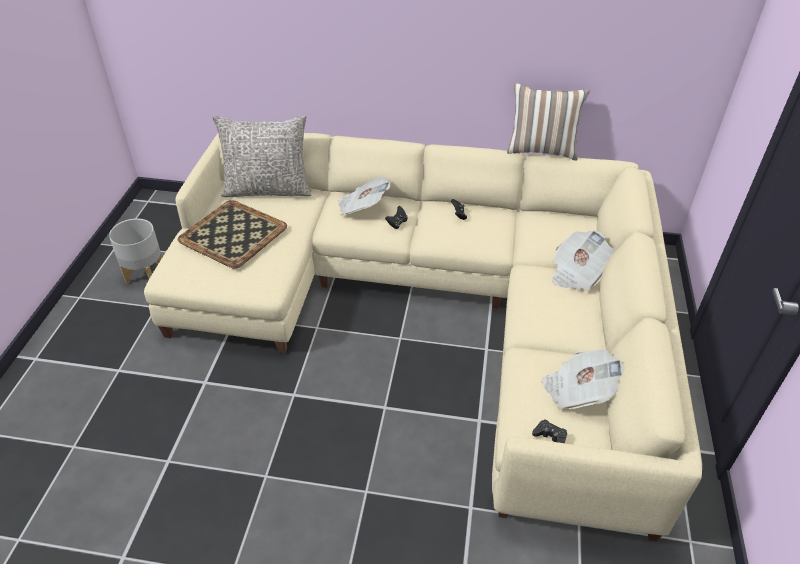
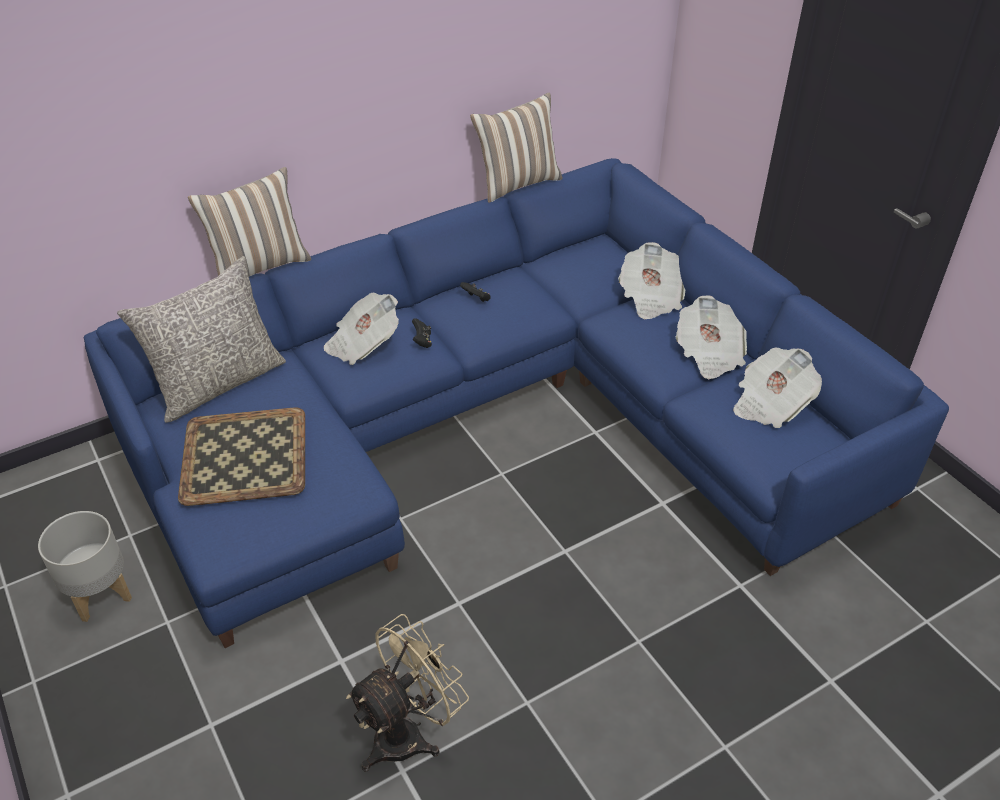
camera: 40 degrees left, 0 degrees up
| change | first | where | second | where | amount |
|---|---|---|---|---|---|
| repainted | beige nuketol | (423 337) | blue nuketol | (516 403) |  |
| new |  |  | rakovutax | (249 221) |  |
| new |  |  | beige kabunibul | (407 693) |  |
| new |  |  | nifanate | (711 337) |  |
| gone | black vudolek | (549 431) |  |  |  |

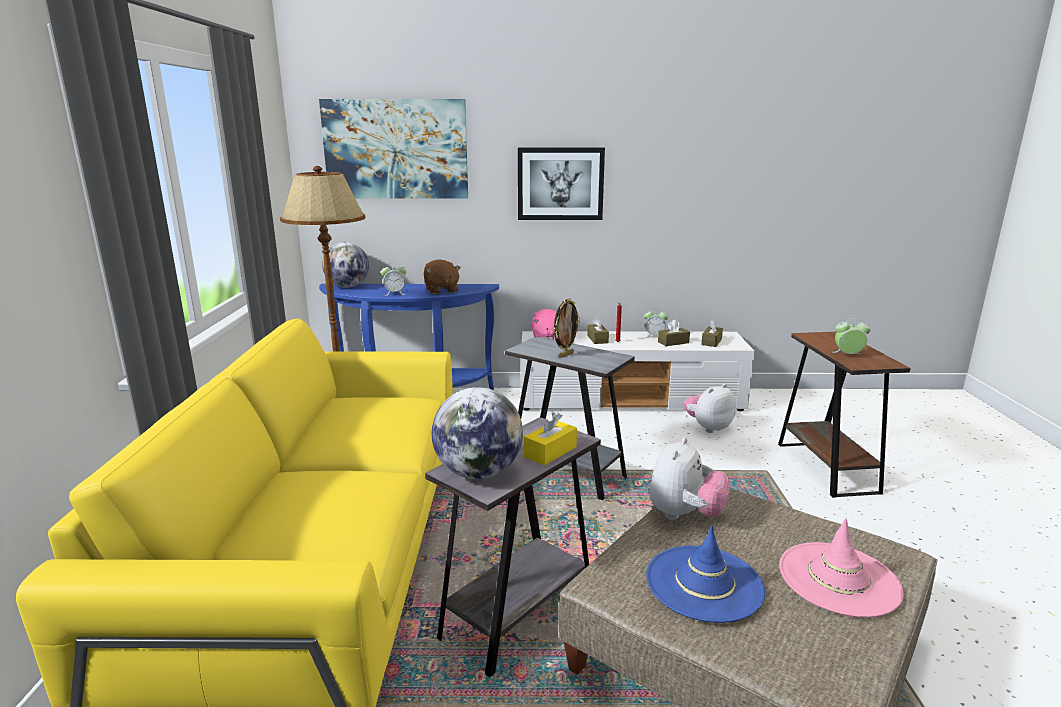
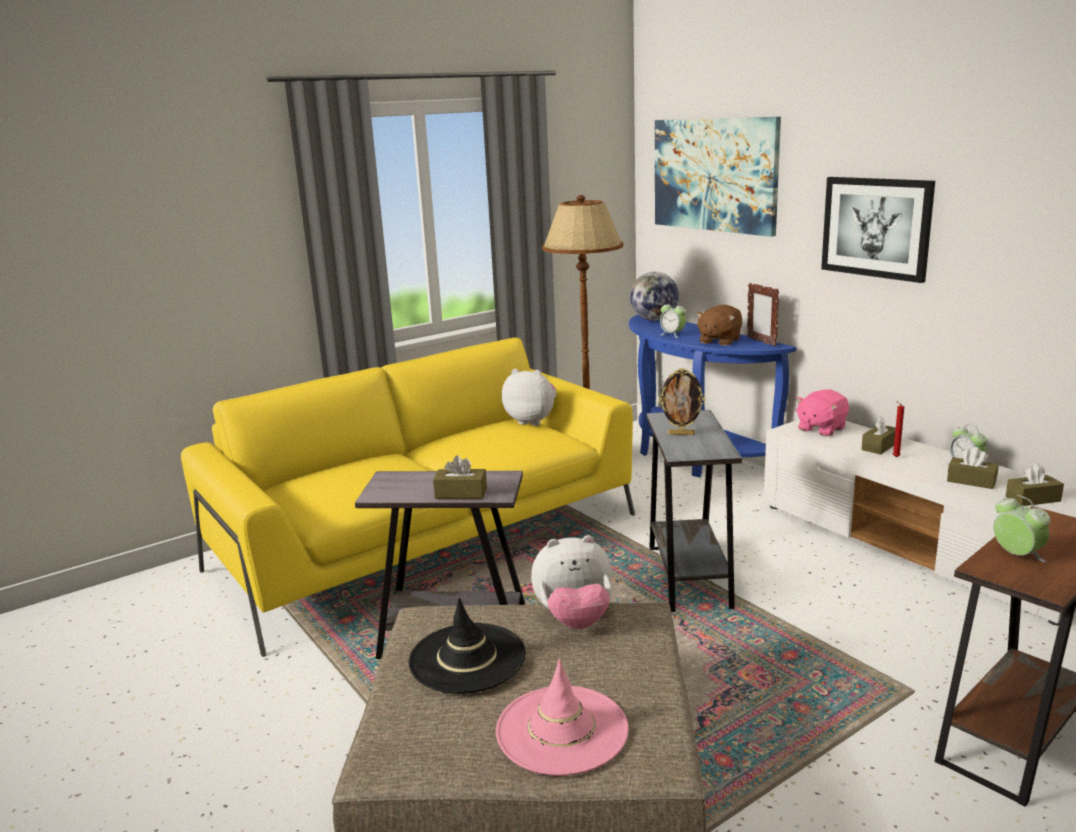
camera: 55 degrees right, 0 degrees up
| change | first | where | second | where | amount |
|---|---|---|---|---|---|
| repainted | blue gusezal | (705 574) | black gusezal | (467 646) |  |
| repainted | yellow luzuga | (550 438) | brown luzuga | (460 477) |  |
| shifted | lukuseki | (710 408) |  | (529 397) |  |
| new |  |  | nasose | (763 315) |  |
| gone | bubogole | (477 433) |  |  |  |

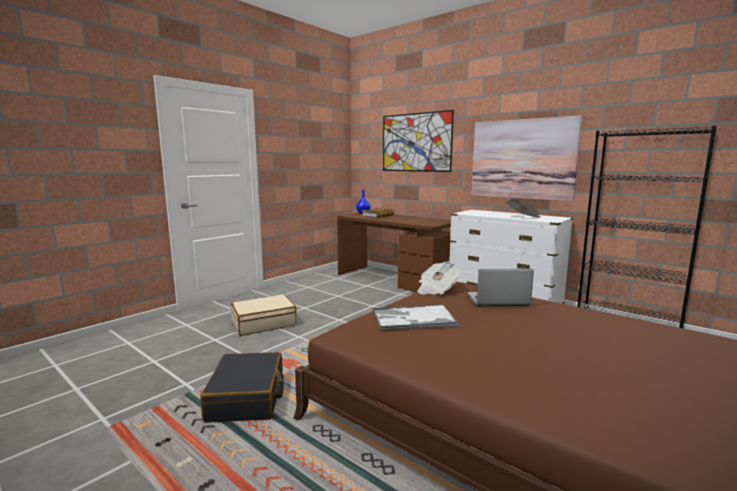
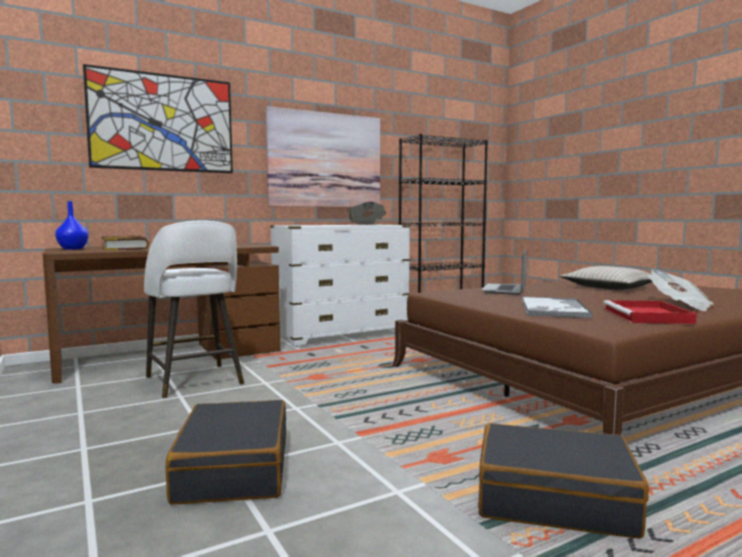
camera: 70 degrees left, 5 degrees down
| change | first | where | second | where | amount |
|---|---|---|---|---|---|
| new |  |  | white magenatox | (194 310) |  |
| repainted | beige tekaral | (263 315) | black tekaral | (225 452) |  |
| new |  |  | beige rakovutax | (606 278) |  |
| new |  |  | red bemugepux | (650 312) |  |
| shifted | nifanate | (439 278) |  | (681 290) |  |

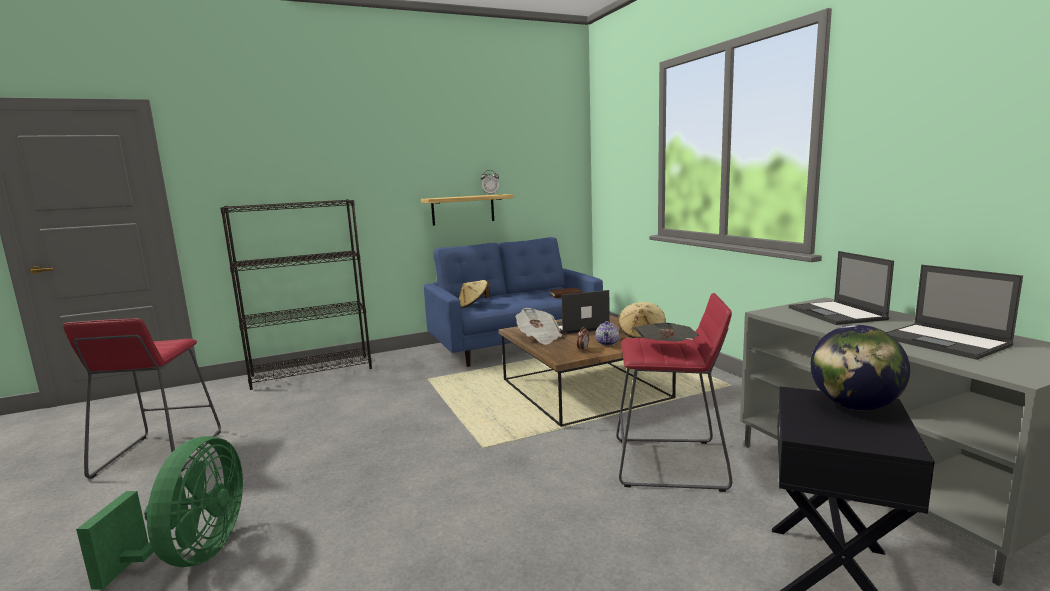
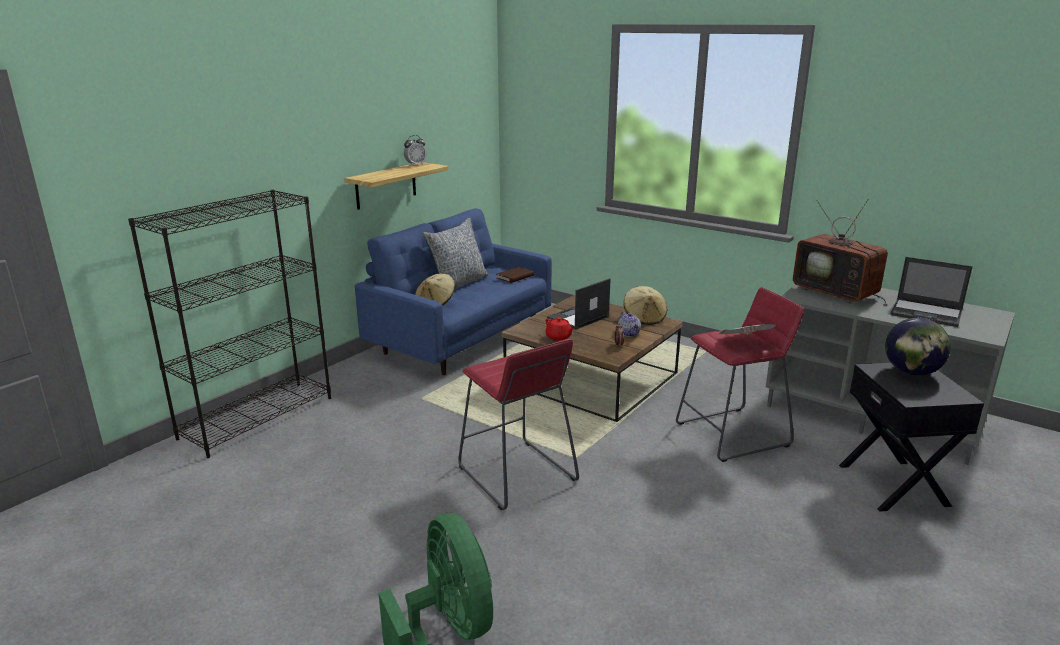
camera: 30 degrees left, 10 degrees up
| change | first | where | second | where | amount |
|---|---|---|---|---|---|
| new |  |  | rakovutax | (455 253) |  |
| shifted | red magenatox | (142 398) |  | (518 424) |  |
| swapped | nifanate | (538 326) | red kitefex | (560 329) |  |
| swapped | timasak | (841 288) | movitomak | (840 252) |  |

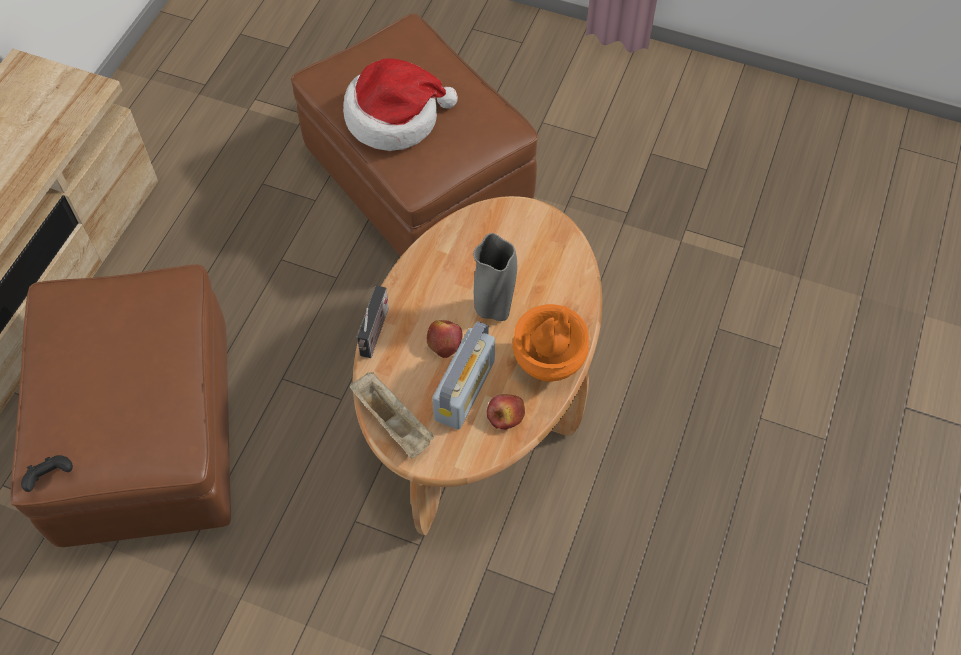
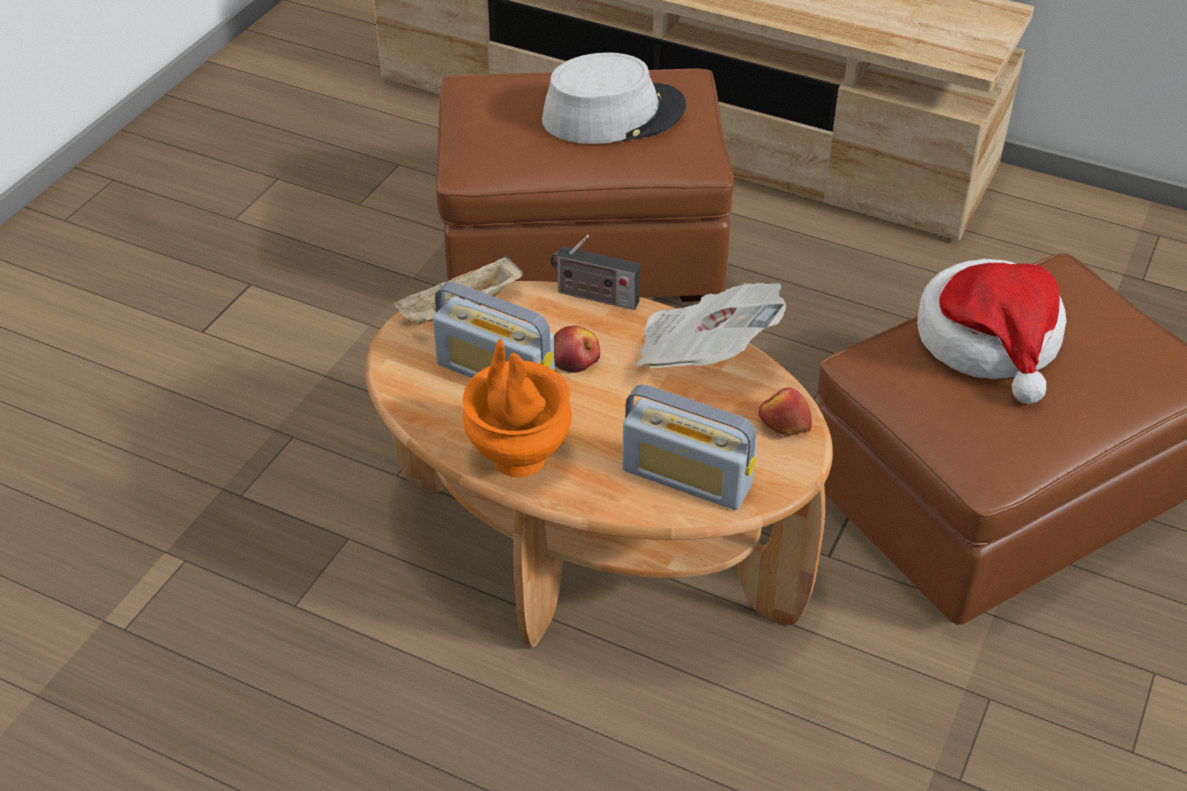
camera: 95 degrees right, 15 degrees down
| change | first | where | second | where | amount |
|---|---|---|---|---|---|
| new |  |  | grey gusezal | (614 98) |  |
| new |  |  | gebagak | (689 447) |  |
| new |  |  | nifanate | (711 325) |  |
| shifted | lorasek | (506 412) |  | (785 411) |  |
| gone | black vudolek | (47 473) |  |  |  |
| gone | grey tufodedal | (495 277) |  |  |  |

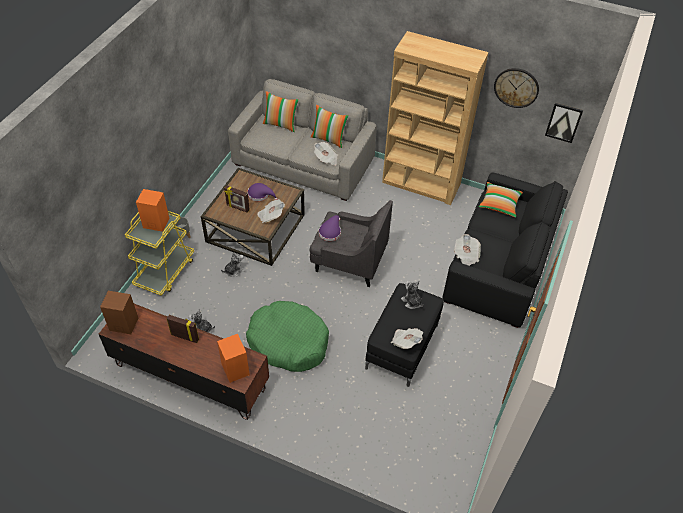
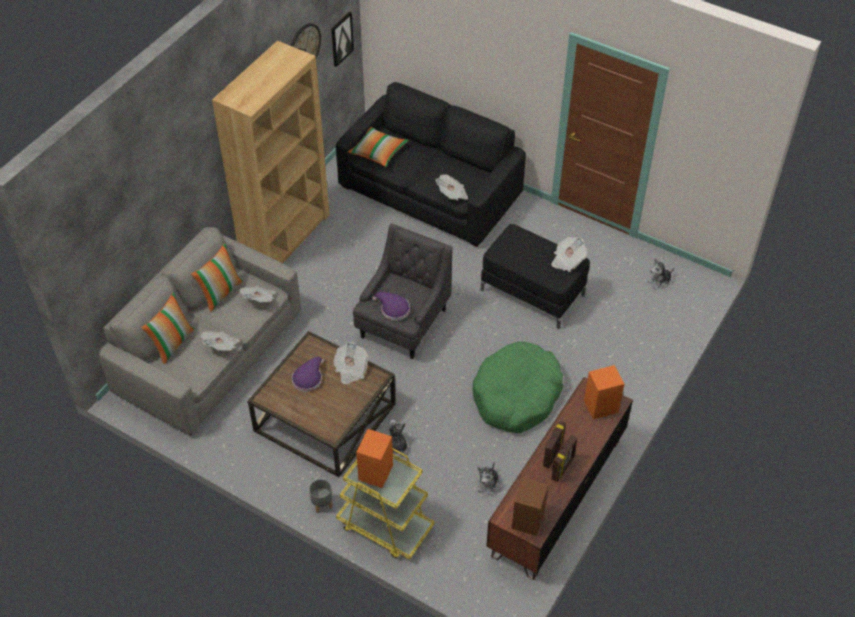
camera: 80 degrees left, 0 degrees up
| change | first | where | second | where | amount |
|---|---|---|---|---|---|
| new |  |  | nifanate | (220 341) |  |
| shifted | nasose | (237 199) |  | (564 458) |  |
| shifted | lukuseki | (412 295) |  | (660 274) |  |

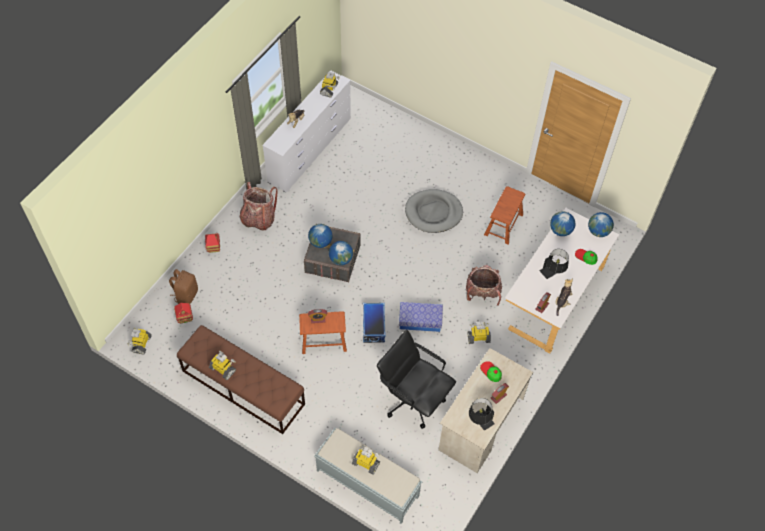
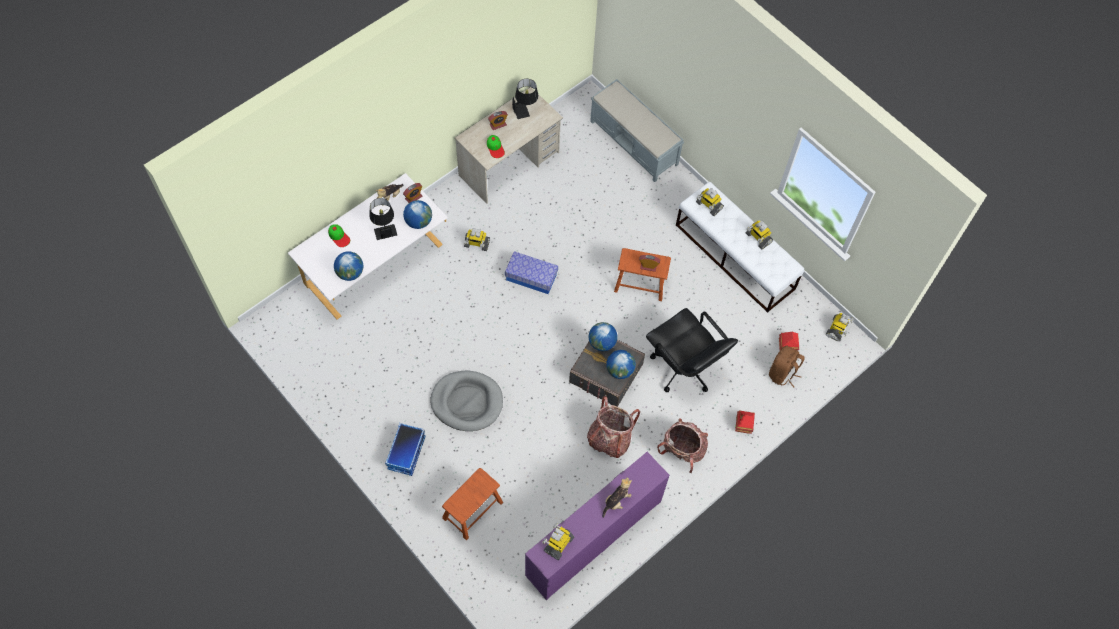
camera: 165 degrees left, 5 degrees up
| change | first | where | second | where | amount |
|---|---|---|---|---|---|
| shifted | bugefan | (374 323) |  | (405 449) |  |
| shifted | bubogole | (601 224) |  | (417 214) |  |
| shifted | brown magenatox | (504 215) |  | (472 504) |  |
| repainted | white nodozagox | (306 131) | purple nodozagox | (597 526) |  |
| shifted | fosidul | (484 285) |  | (613 427) |  |
| shifted | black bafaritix | (416 379) |  | (692 350) |  |
| repainted | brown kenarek | (241 379) | white kenarek | (740 247) |  |
| shifted | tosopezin | (366 460) |  | (710 202) |  |

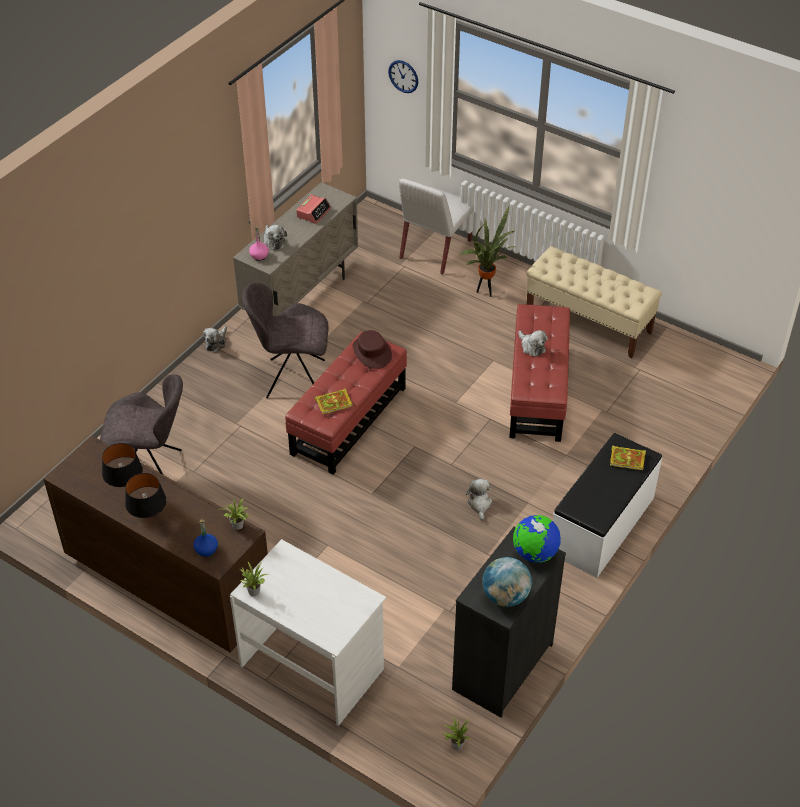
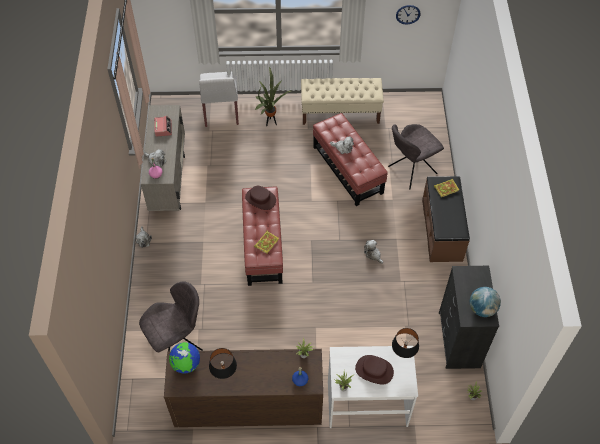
camera: 35 degrees left, 10 degrees up
| change | first | where | second | where | amount |
|---|---|---|---|---|---|
| shifted | bubogole | (537 539) |  | (184 358) |  |
| new |  |  | brown gusezal | (374 370) |  |
| shifted | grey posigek | (285 340) |  | (416 157) |  |
| shifted | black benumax | (146 499) |  | (405 343) |  |
| shifted | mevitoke | (403 76) |  | (408 15) |  |
| repainted | white kenarek | (607 505) | brown kenarek | (446 219) |  |

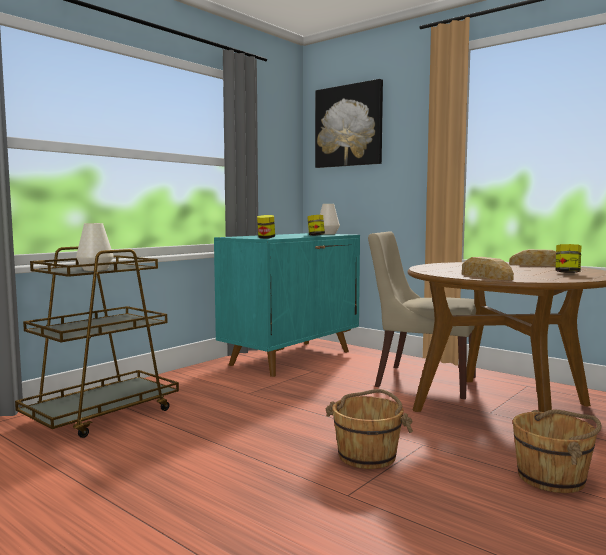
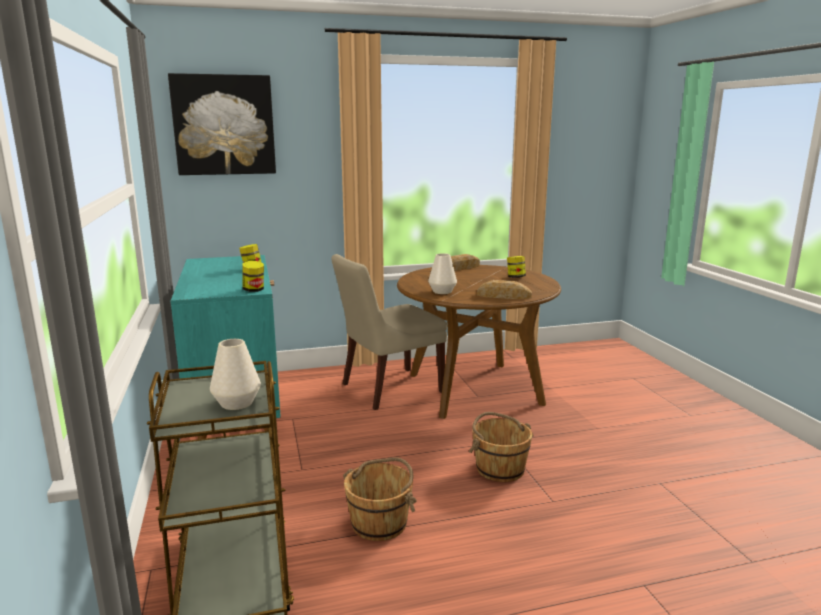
camera: 55 degrees left, 10 degrees up
| change | first | where | second | where | amount |
|---|---|---|---|---|---|
| shifted | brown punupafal | (557 451) |  | (380 499) |  |
| shifted | white tufodedal | (330 219) |  | (442 273) |  |

